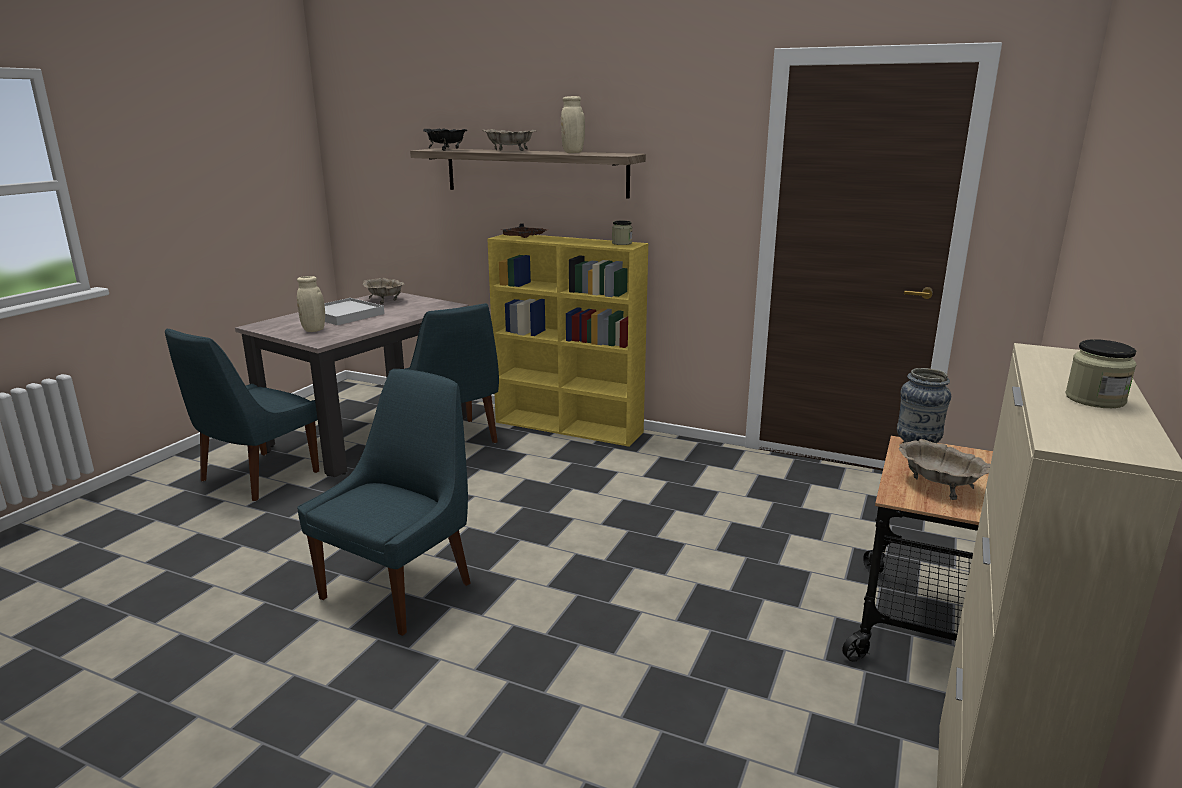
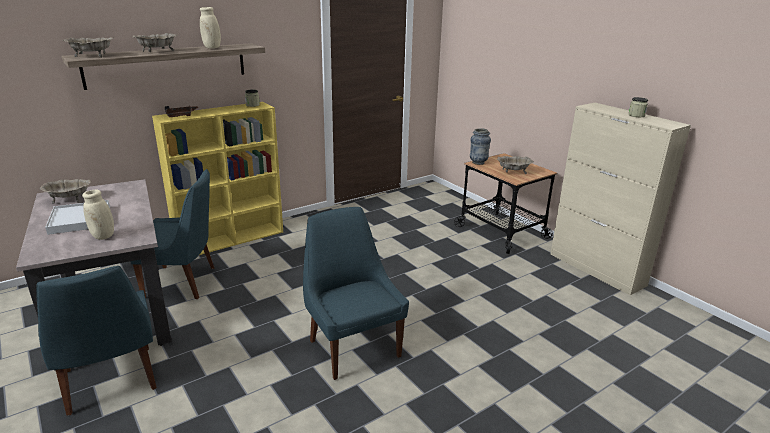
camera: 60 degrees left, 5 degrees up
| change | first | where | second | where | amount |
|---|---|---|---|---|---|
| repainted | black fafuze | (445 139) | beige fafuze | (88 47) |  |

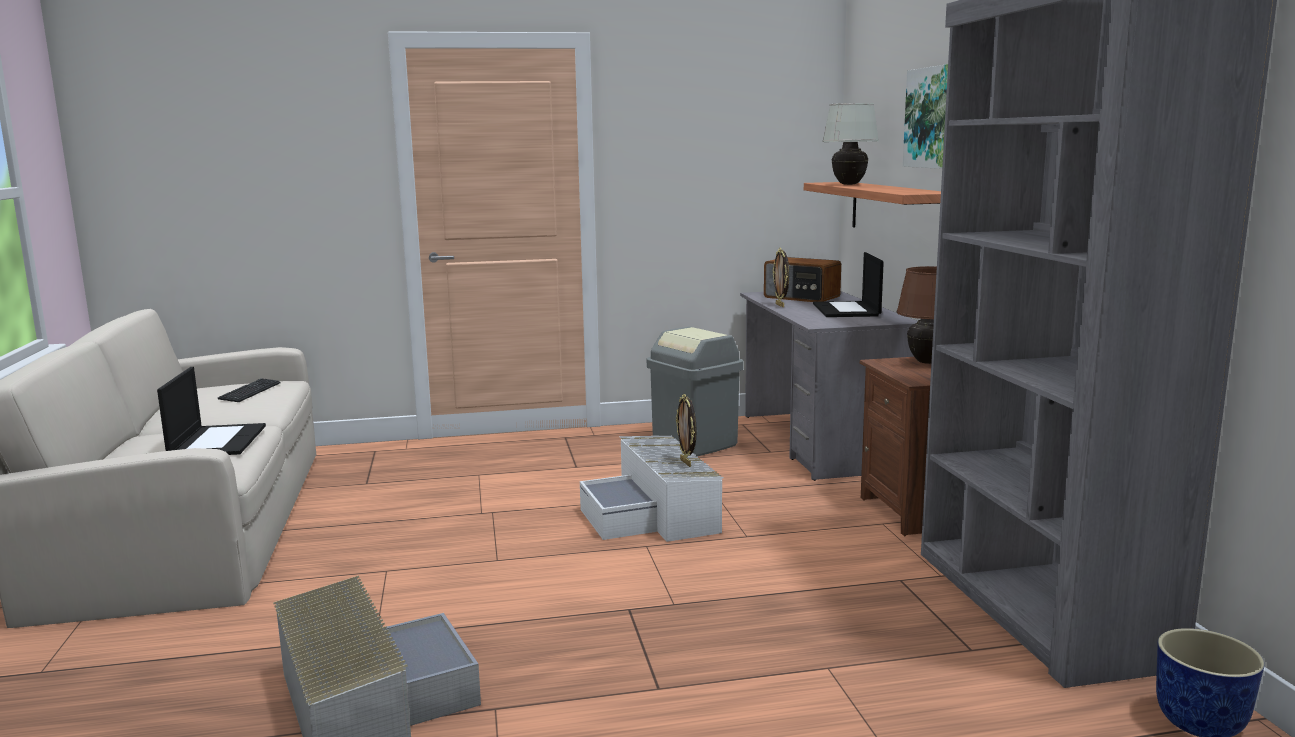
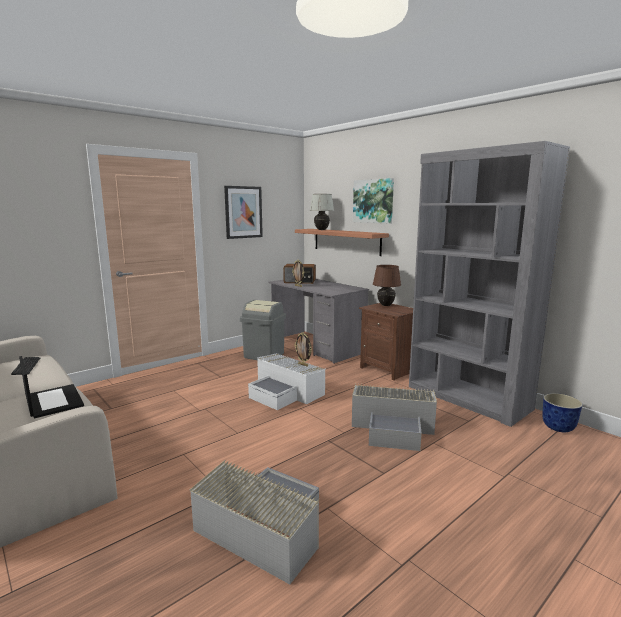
camera: 30 degrees left, 0 degrees up
| change | first | where | second | where | amount |
|---|---|---|---|---|---|
| new |  |  | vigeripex | (243 212) |  |
| new |  |  | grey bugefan | (394 417) |  |
| gone | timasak | (848 284) |  |  |  |

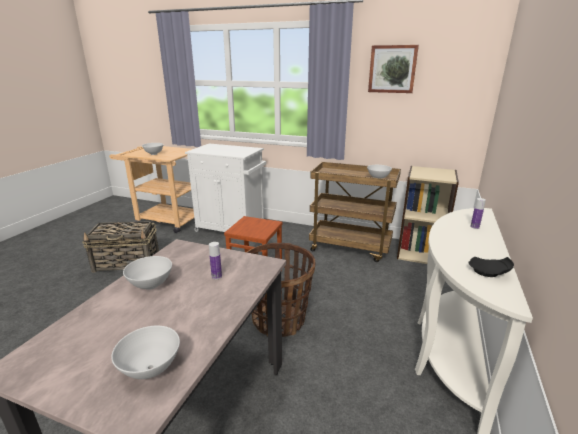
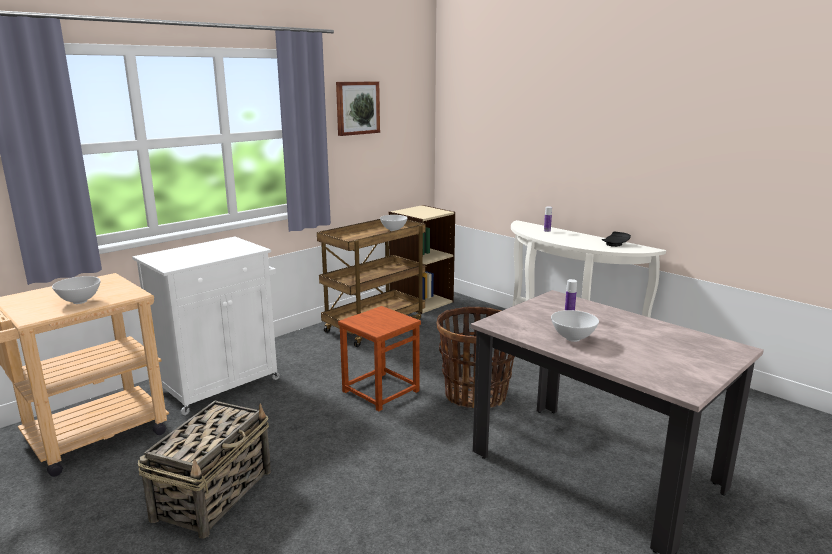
camera: 65 degrees left, 5 degrees down
| change | first | where | second | where | amount |
|---|---|---|---|---|---|
| gone | white fafuze | (145 352) |  |  |  |

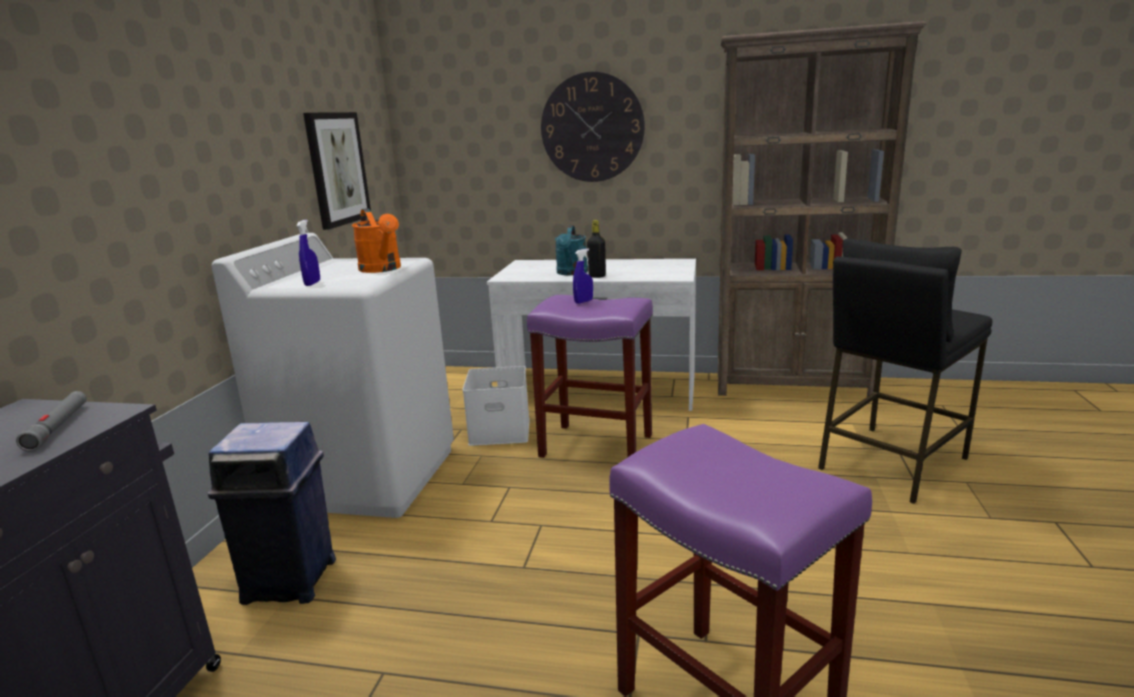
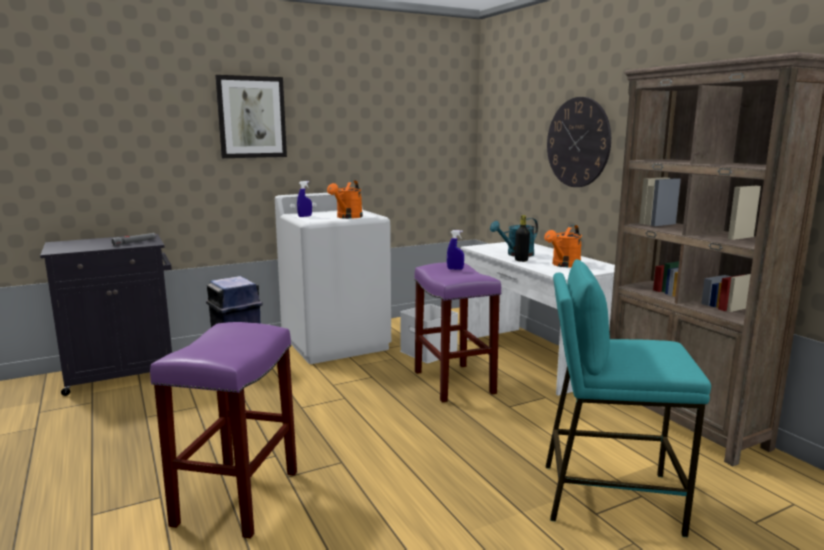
camera: 50 degrees right, 5 degrees down
| change | first | where | second | where | amount |
|---|---|---|---|---|---|
| shifted | vigeripex | (337 171) |  | (251 116) |  |
| new |  |  | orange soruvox | (563 246) |  |
| repainted | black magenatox | (905 371) | turquoise magenatox | (628 398) |  |

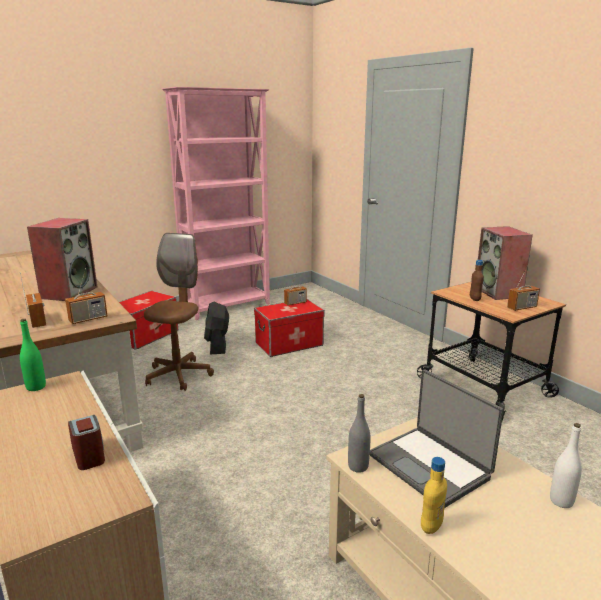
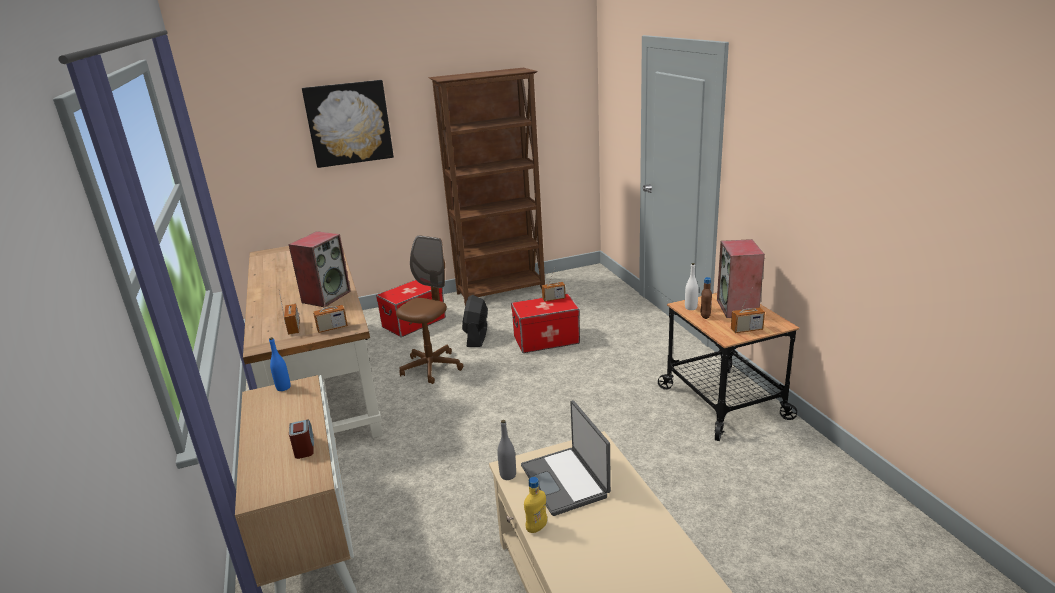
camera: 15 degrees right, 5 degrees up
| change | first | where | second | where | amount |
|---|---|---|---|---|---|
| repainted | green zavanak | (33 355) | blue zavanak | (280 364) |  |
| new |  |  | vigeripex | (348 124) |  |
| repainted | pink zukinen | (216 203) | brown zukinen | (487 187) |  |
| shifted | white zavanak | (566 465) |  | (691 286) |  |

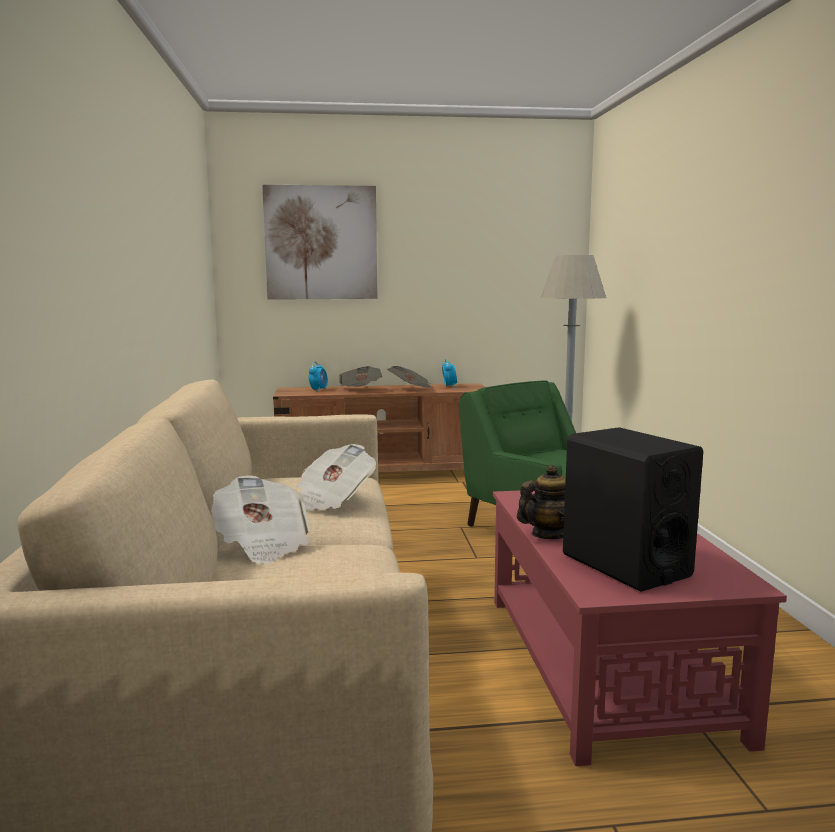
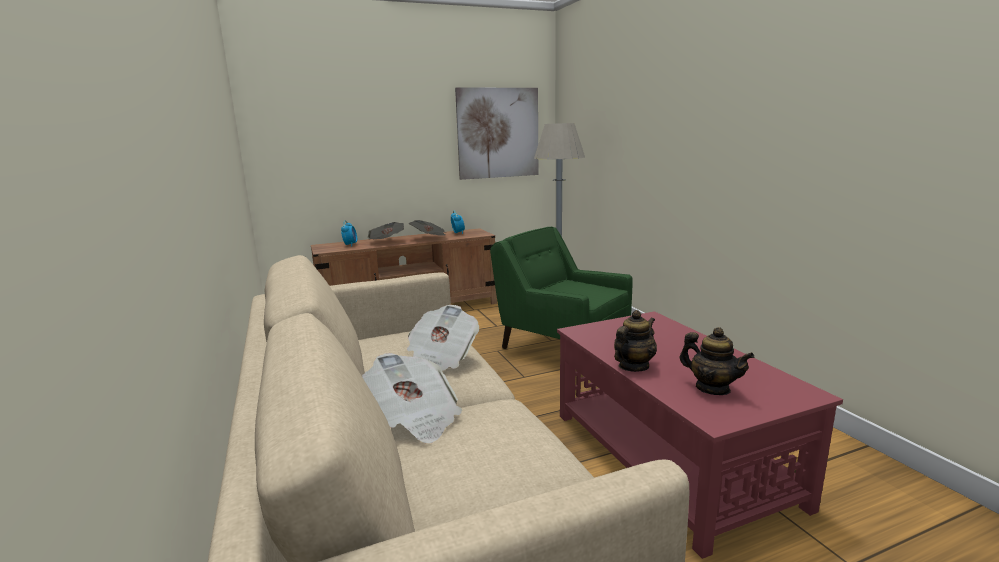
camera: 15 degrees left, 5 degrees up
| change | first | where | second | where | amount |
|---|---|---|---|---|---|
| shifted | vigeripex | (320 242) |  | (497 133) |  |
| swapped | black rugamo | (633 509) | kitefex | (716 361) |  |

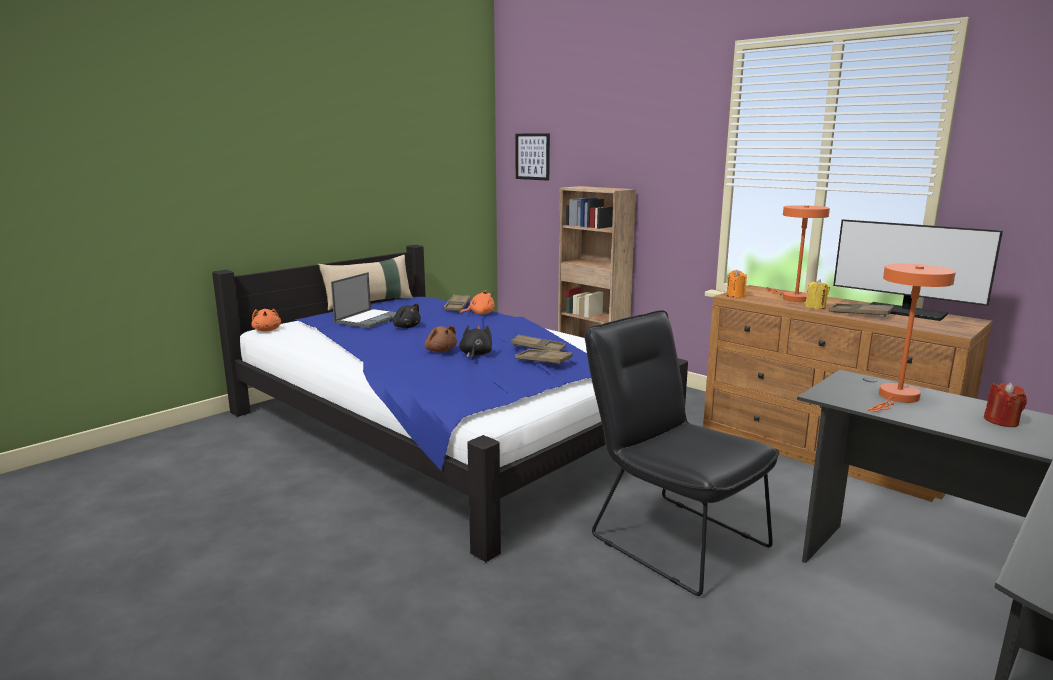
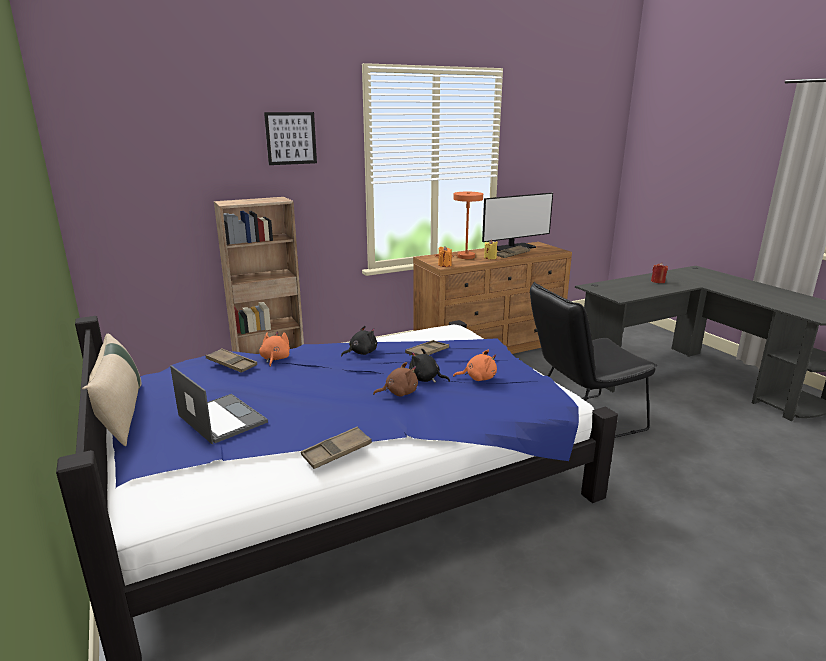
camera: 70 degrees left, 5 degrees up
| change | first | where | second | where | amount |
|---|---|---|---|---|---|
| shifted | vigeripex | (532 157) |  | (290 138) |  |
| shifted | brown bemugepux | (544 357) |  | (336 448) |  |
| shifted | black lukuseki | (405 315) |  | (359 341) |  |
| shifted | orange lukuseki | (266 320) |  | (475 365) |  |
| gone | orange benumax | (912 337) |  |  |  |

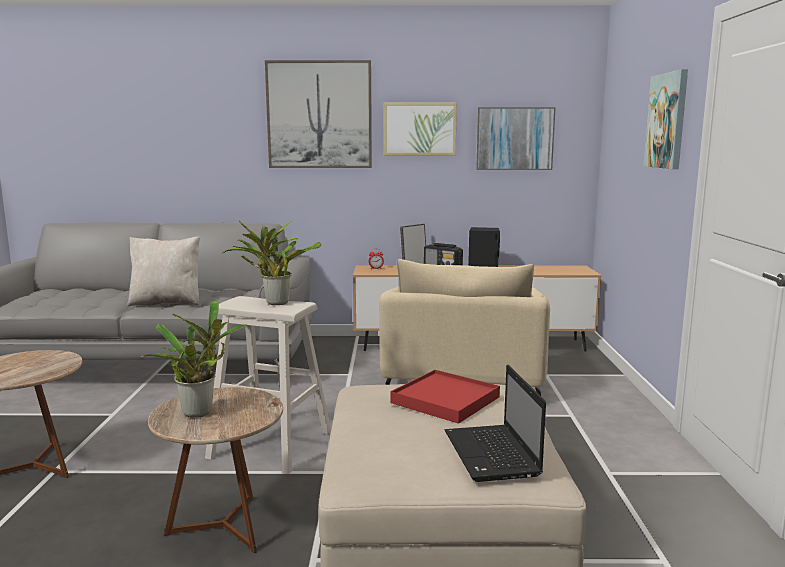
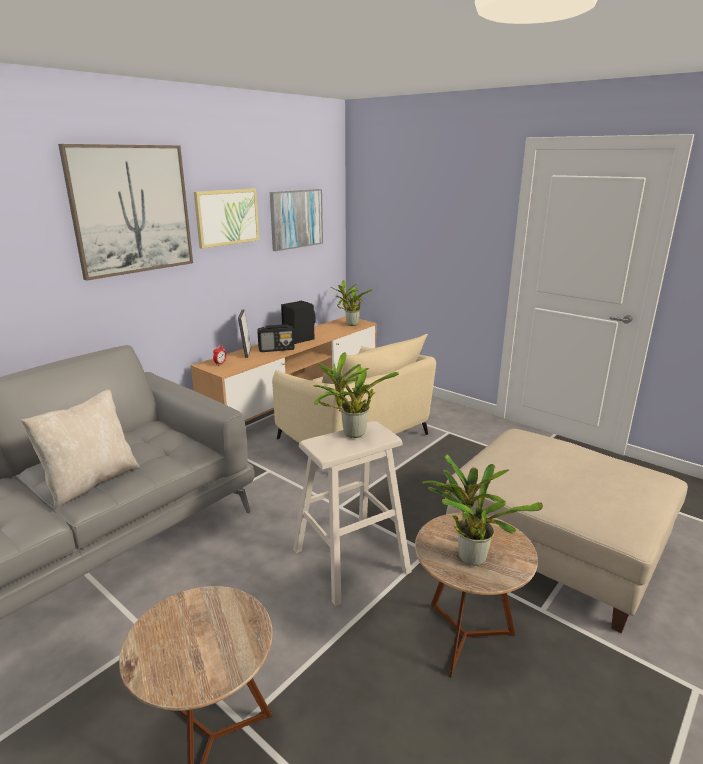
camera: 50 degrees left, 10 degrees up
| change | first | where | second | where | amount |
|---|---|---|---|---|---|
| new |  |  | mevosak | (351 303) |  |
| gone | red bemugepux | (445 397) |  |  |  |
| gone | timasak | (495 423) |  |  |  |
| gone | vigeripex | (665 119) |  |  |  |

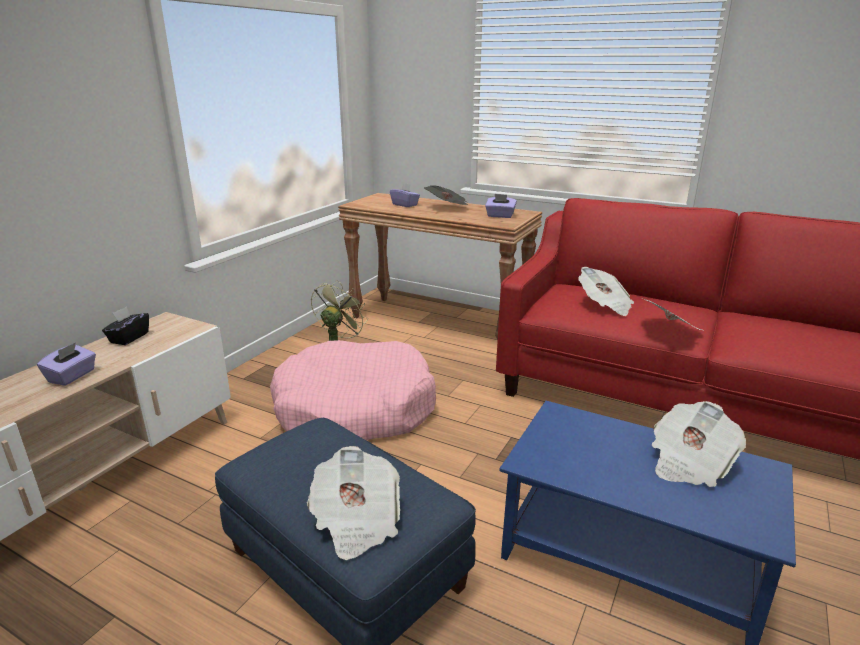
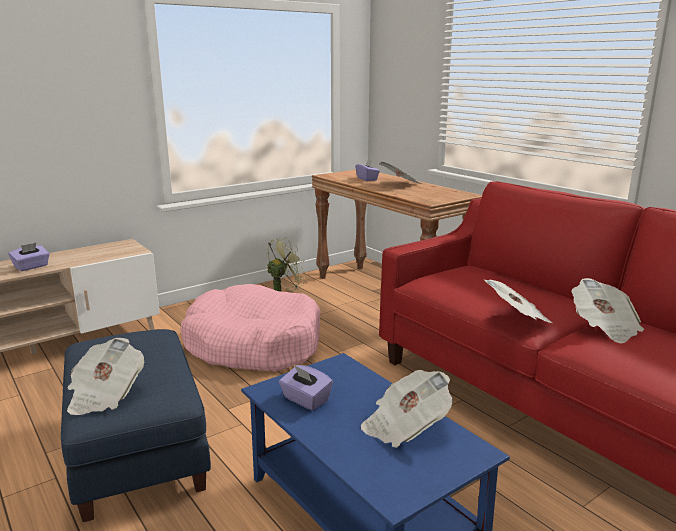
camera: 25 degrees right, 5 degrees down
| change | first | where | second | where | amount |
|---|---|---|---|---|---|
| shifted | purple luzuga | (501 206) |  | (306 387) |  |
| shifted | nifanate | (606 291) |  | (607 311) |  |
| gone | black luzuga | (125 325) |  |  |  |

